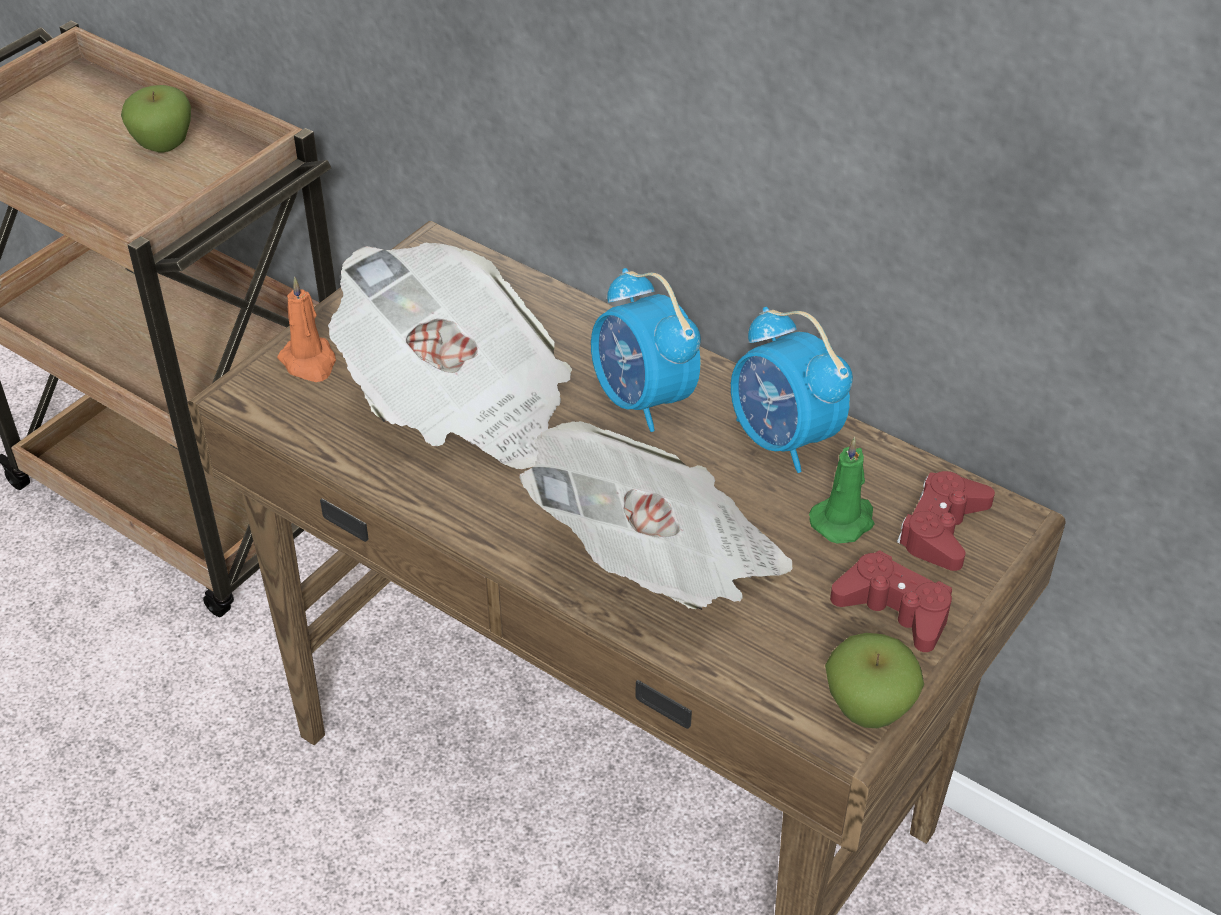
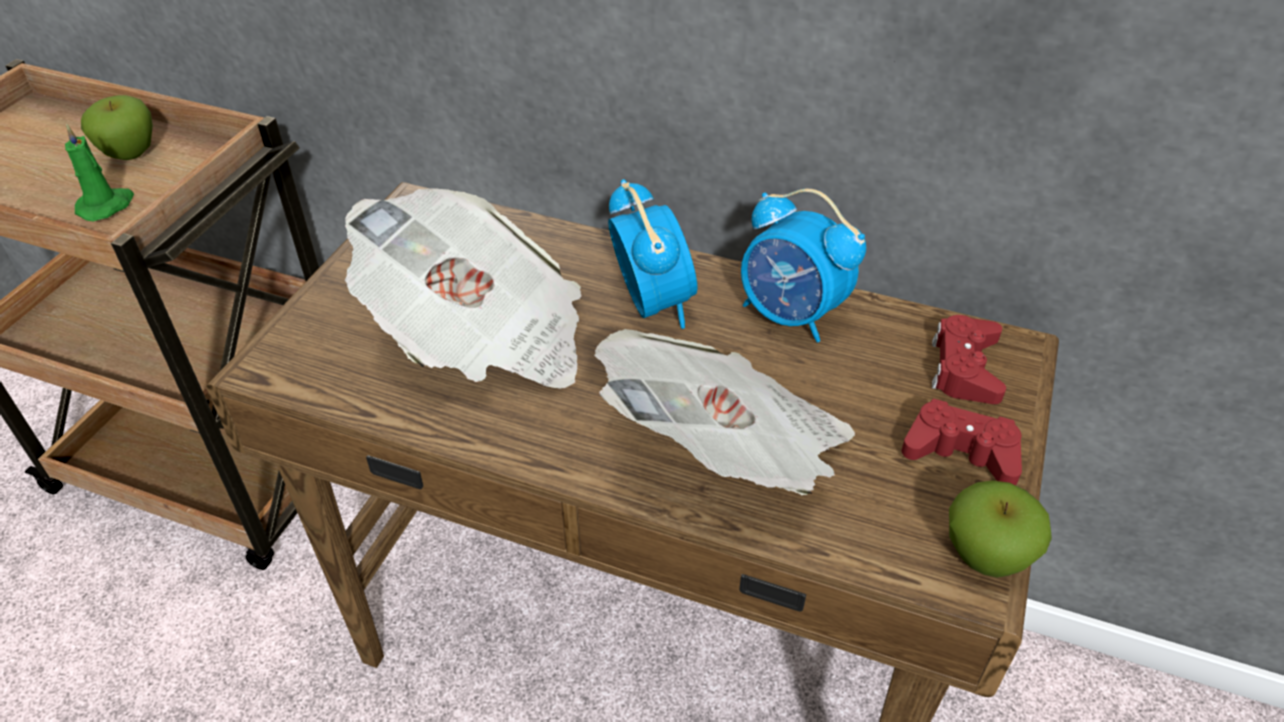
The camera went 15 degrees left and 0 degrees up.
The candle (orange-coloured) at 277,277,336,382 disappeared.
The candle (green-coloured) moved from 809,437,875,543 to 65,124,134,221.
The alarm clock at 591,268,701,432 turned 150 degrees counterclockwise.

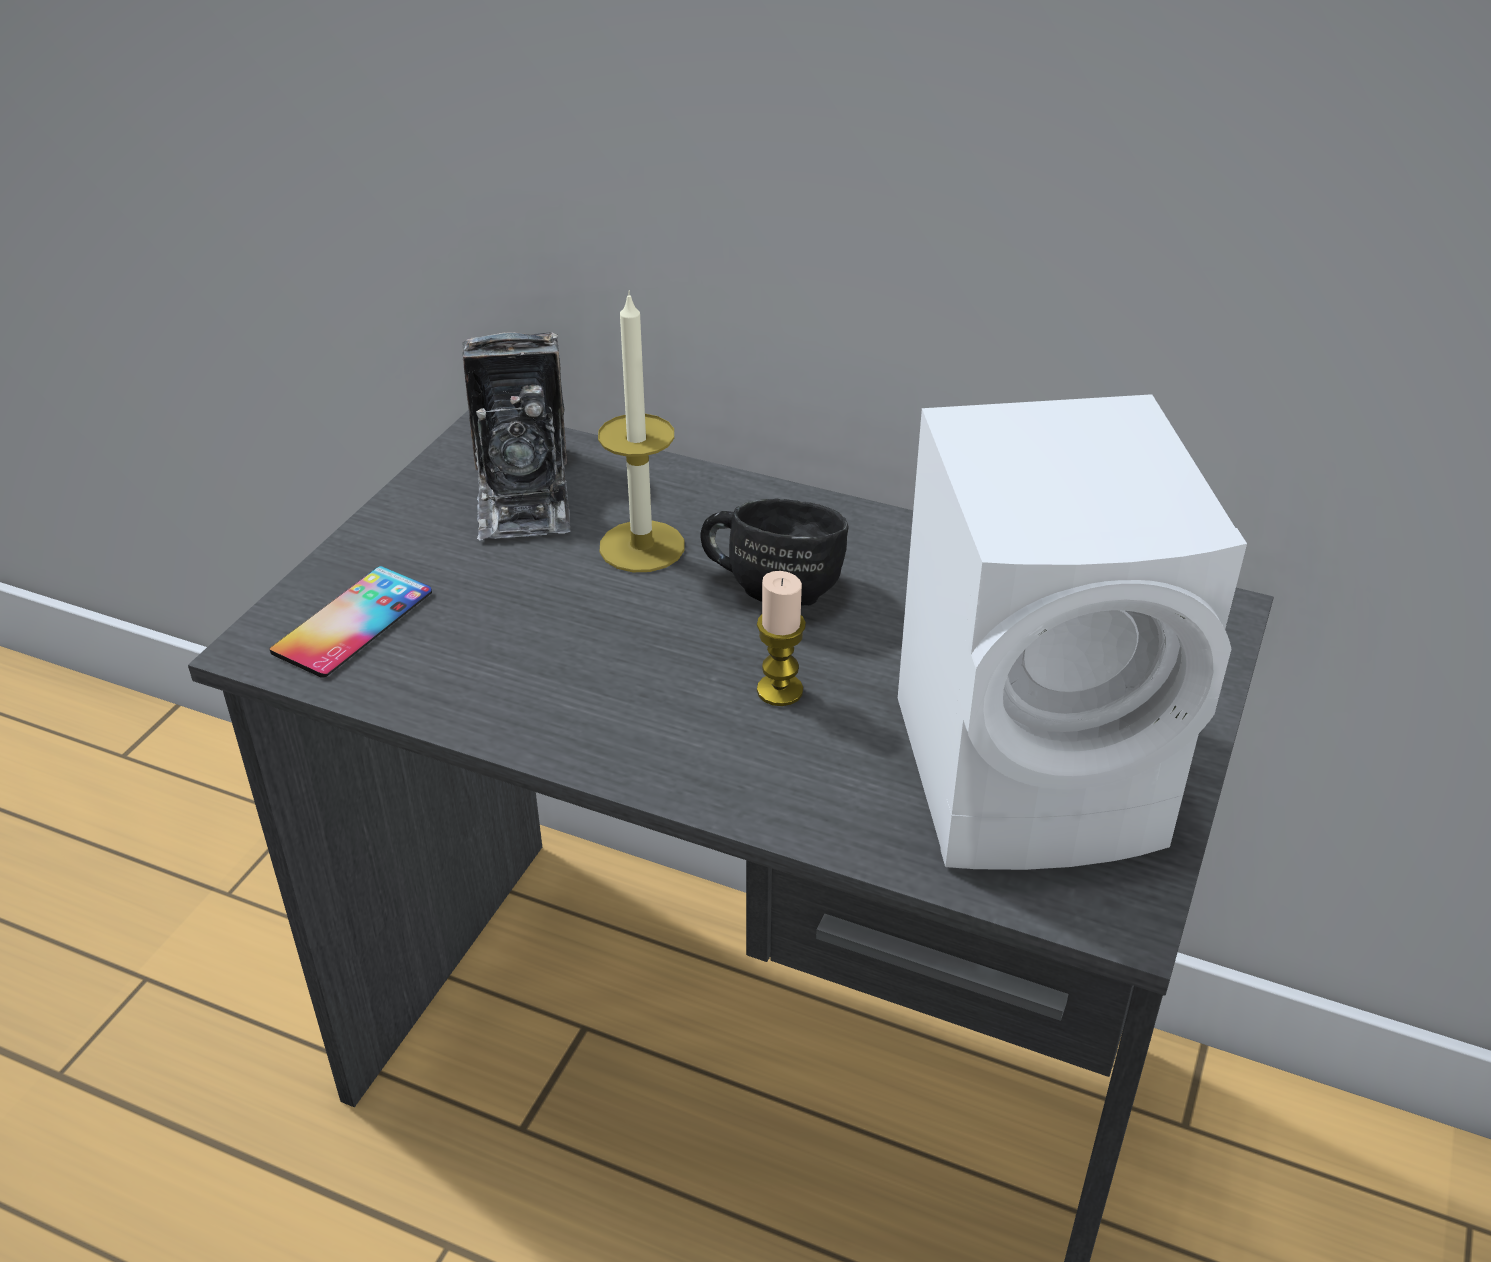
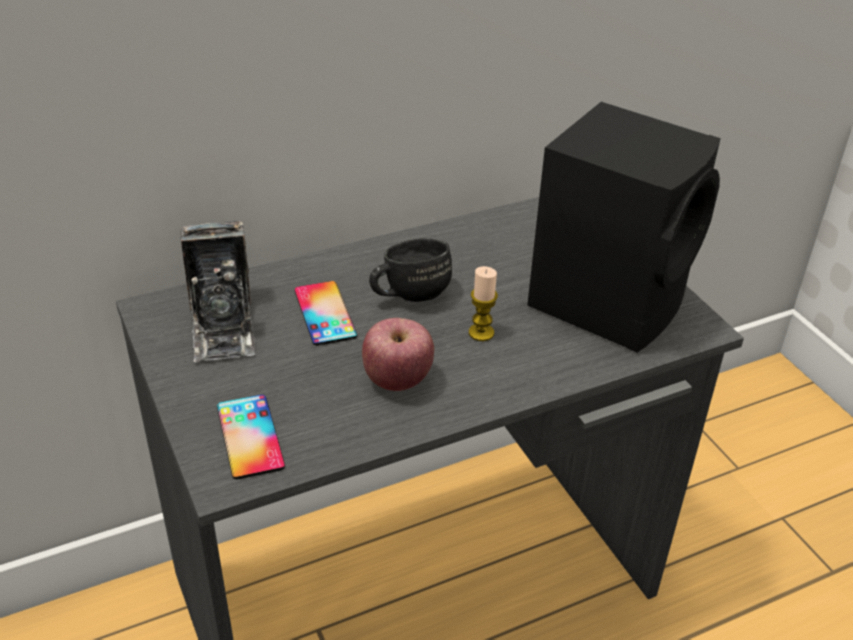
The camera went 50 degrees left and 0 degrees up.
The apple fruit at 362,318,434,391 appeared.
The candle at 598,291,685,572 was replaced by the telephone at 294,281,357,346.
The speaker (white) at 898,394,1247,870 became the speaker (black-coloured) at 527,102,721,353.
The photo camera at 463,332,570,541 turned 45 degrees clockwise.

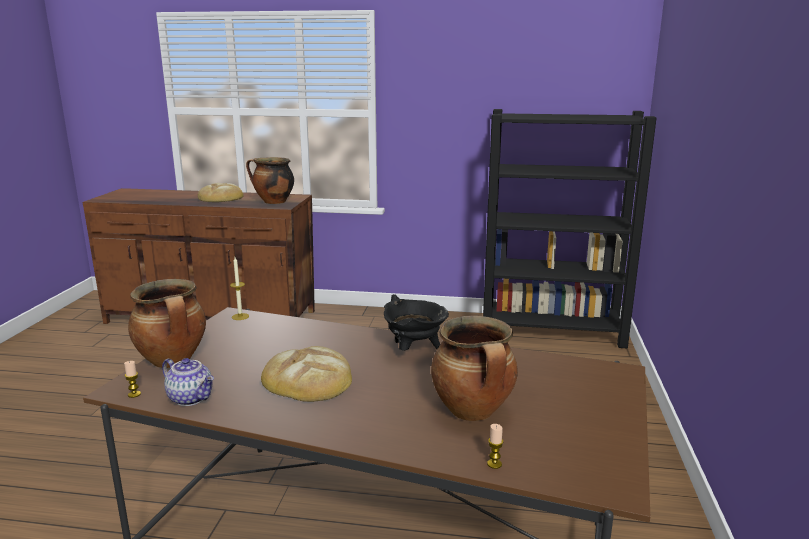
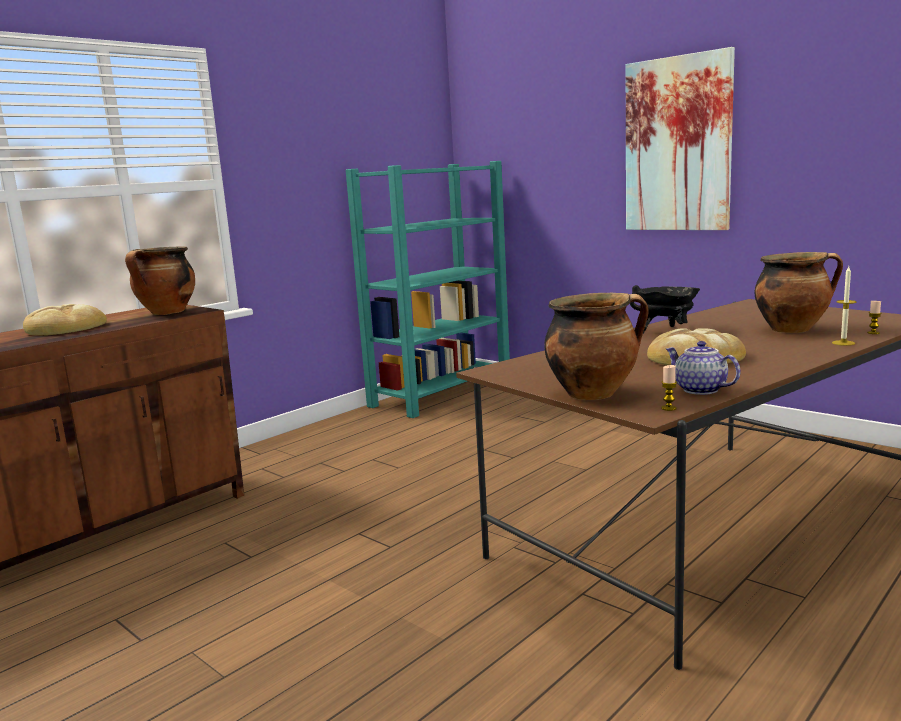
The camera went 55 degrees left and 5 degrees down.
The picture at 626,47,735,230 appeared.
The candle moved from 230,257,249,320 to 832,267,856,346.
The bookcase (black-coloured) at 483,109,657,348 became the bookcase (blue-green) at 346,161,510,418.
The tea pot at 162,358,214,406 turned 105 degrees counterclockwise.

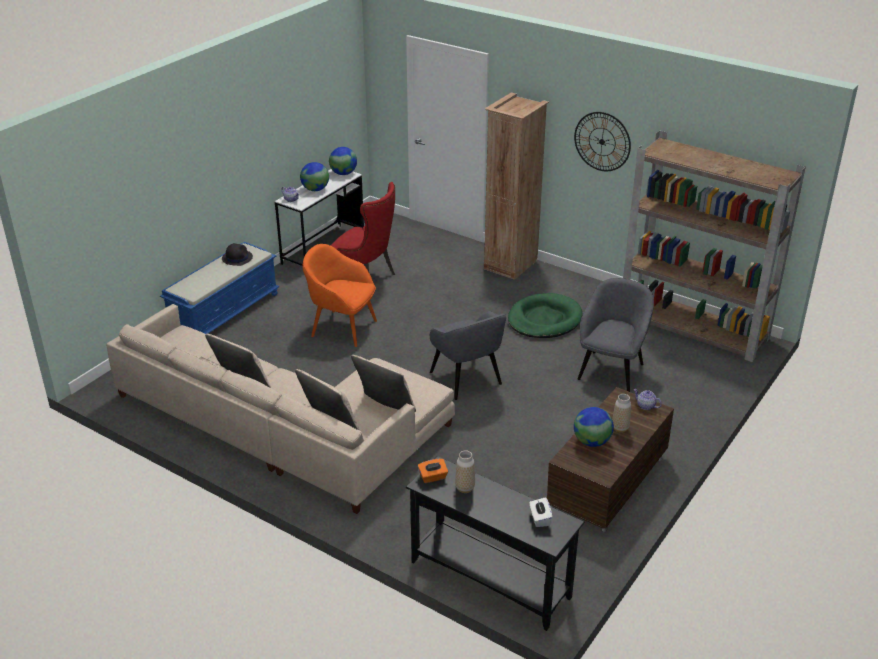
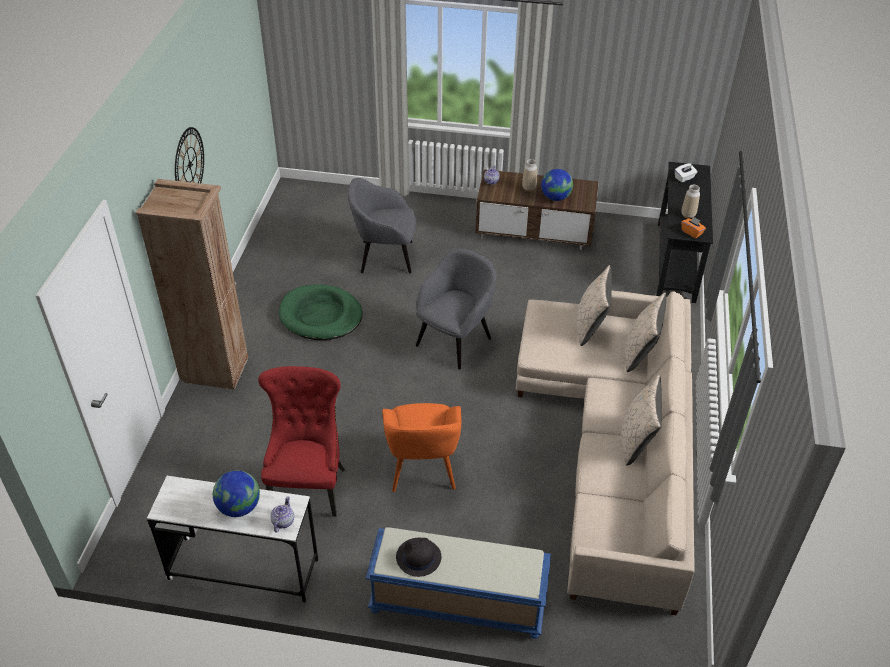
The camera went 115 degrees left and 10 degrees up.
The desk globe at 329,147,357,175 disappeared.
The bookcase (brown-coloured) at 623,131,806,362 disappeared.

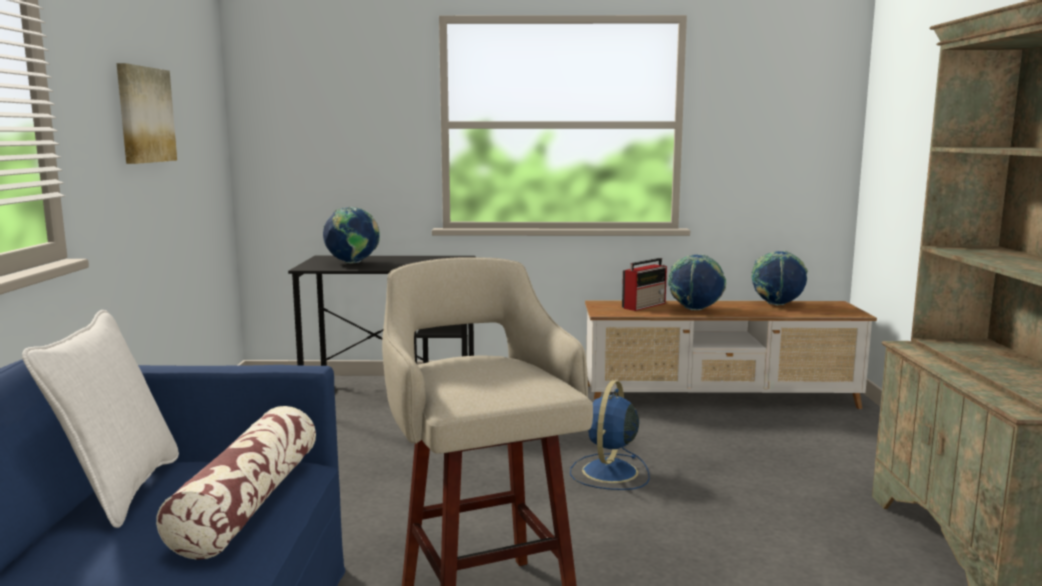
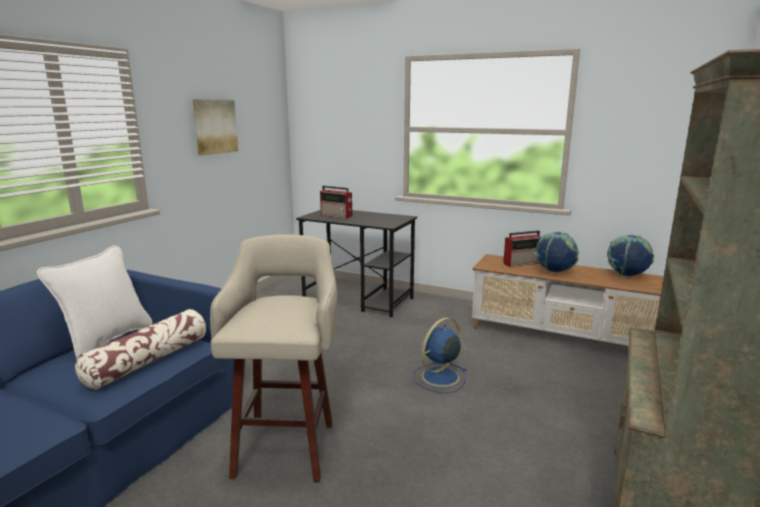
The camera went 25 degrees right and 5 degrees up.
The desk globe at 323,207,380,264 was replaced by the radio at 320,186,352,219.

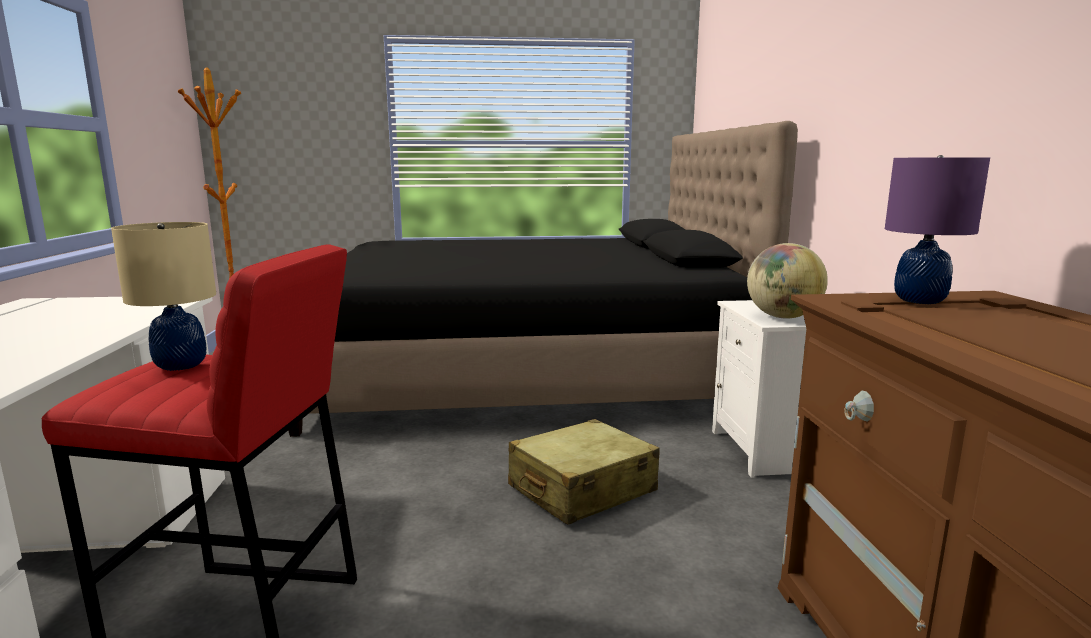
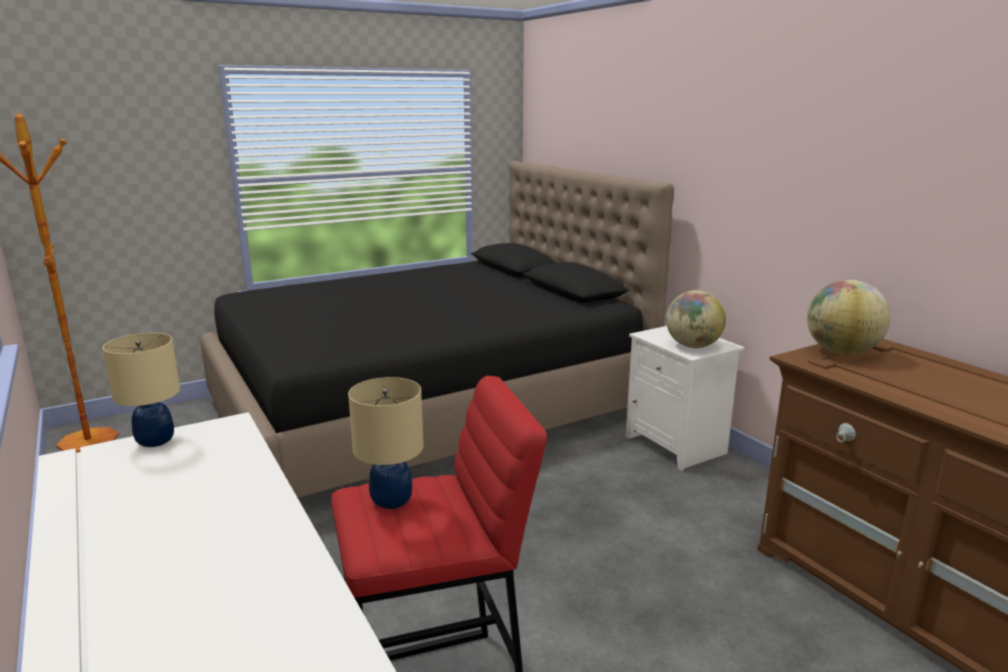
The camera went 25 degrees left and 5 degrees up.
The suitcase (beige-coloured) at 508,419,660,525 disappeared.
The tabletop lamp (beige-coloured) at 103,333,180,447 appeared.
The tabletop lamp (purplish) at 885,155,990,304 was replaced by the desk globe at 807,280,891,355.

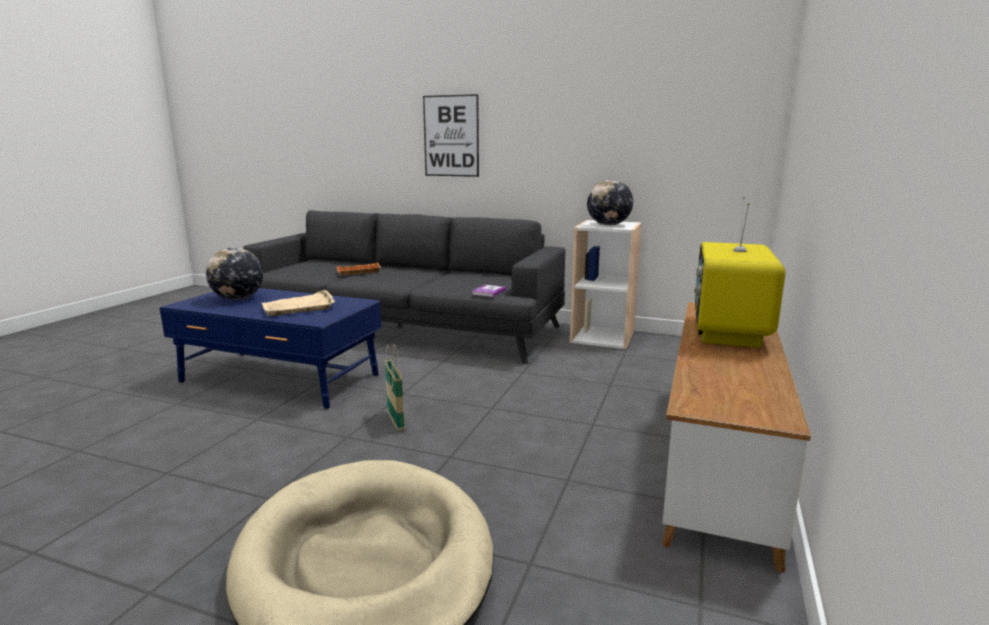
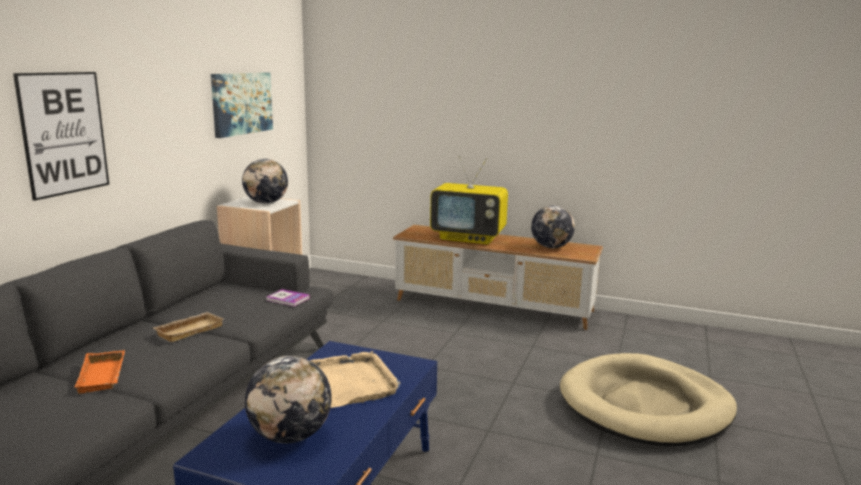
The camera went 90 degrees left and 0 degrees up.
The storage basket at 385,344,405,431 disappeared.
The serving tray (beige-coloured) at 154,312,223,342 appeared.
The picture at 211,72,273,138 appeared.
The desk globe at 531,205,575,248 appeared.

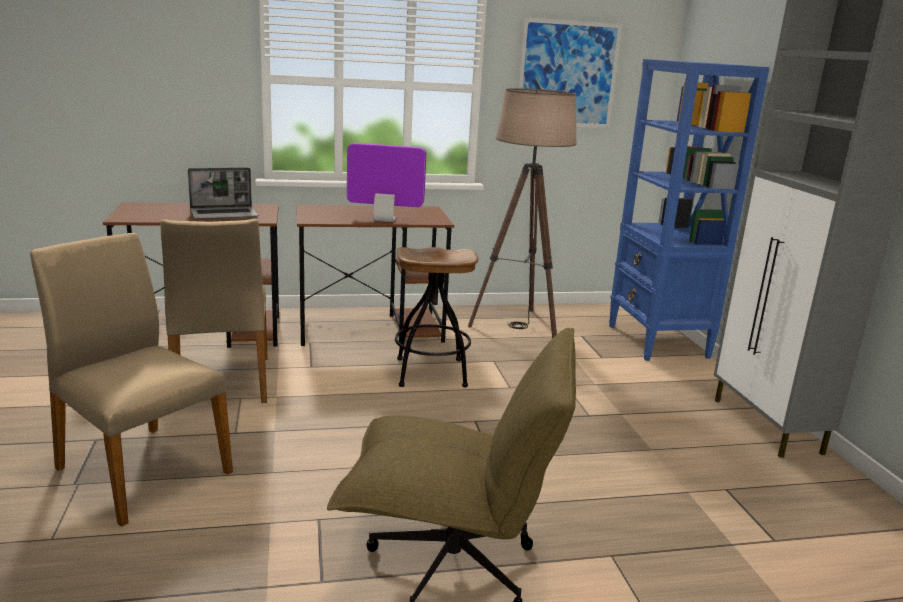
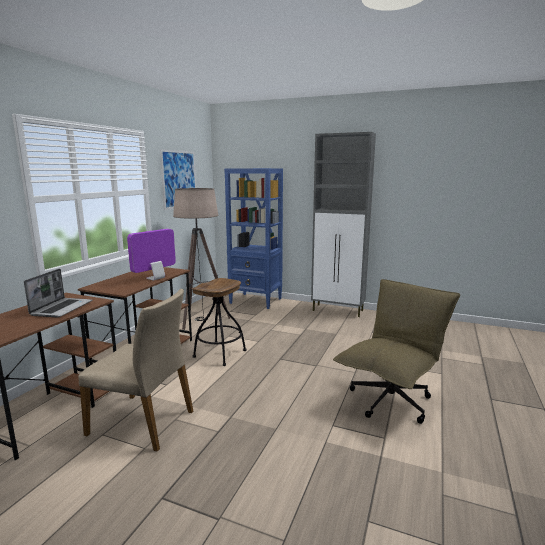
The camera went 55 degrees left and 5 degrees down.
The chair (beige-coloured) at 30,233,233,527 disappeared.

